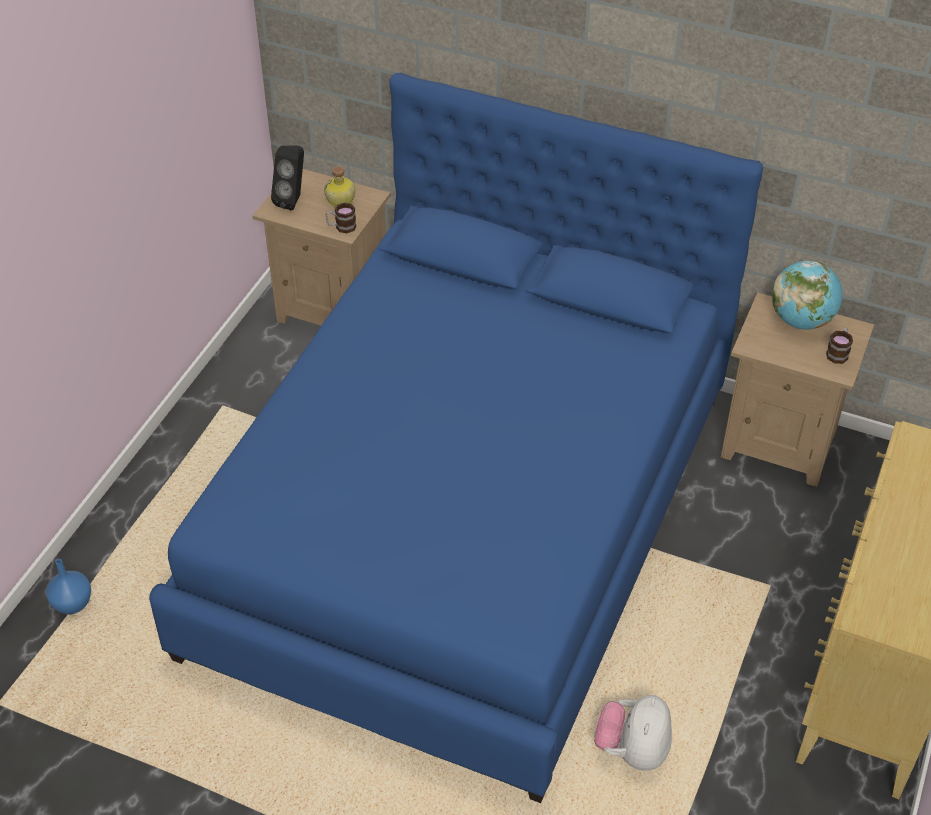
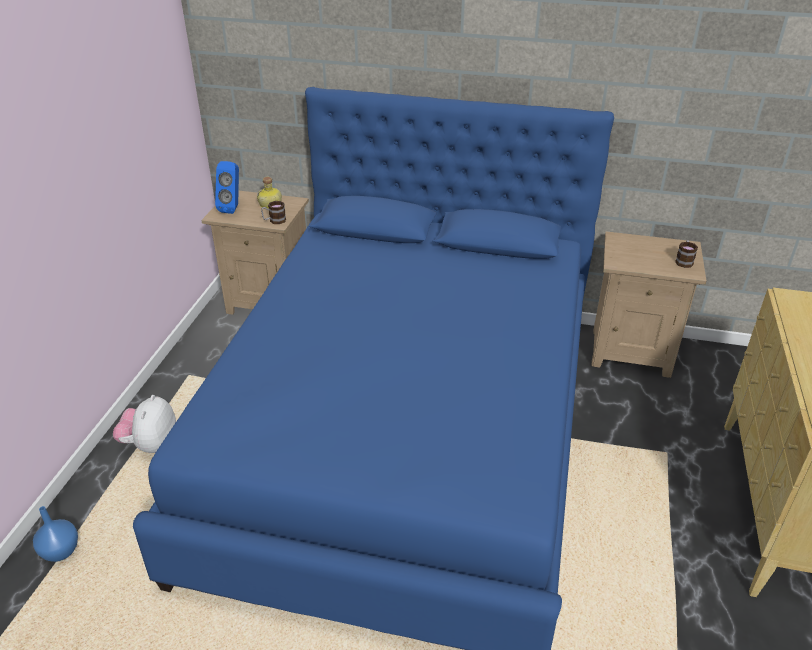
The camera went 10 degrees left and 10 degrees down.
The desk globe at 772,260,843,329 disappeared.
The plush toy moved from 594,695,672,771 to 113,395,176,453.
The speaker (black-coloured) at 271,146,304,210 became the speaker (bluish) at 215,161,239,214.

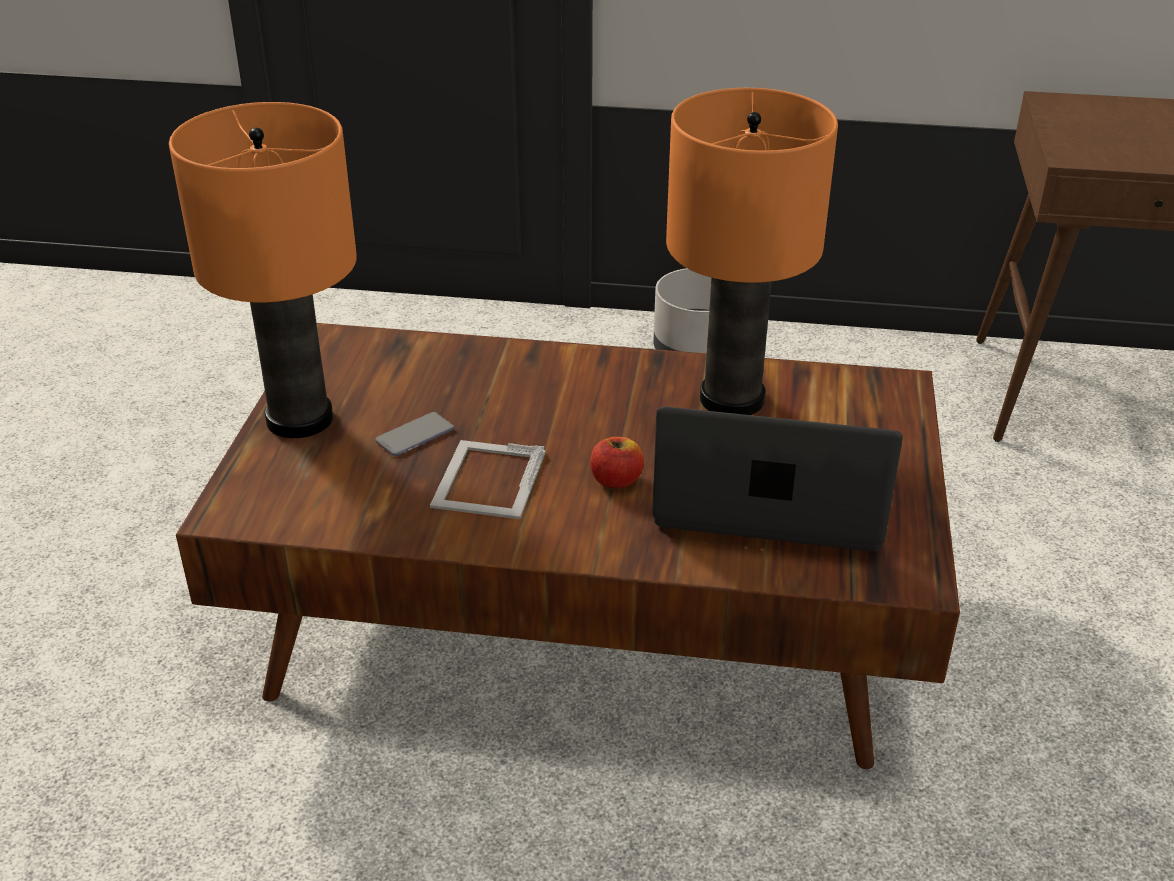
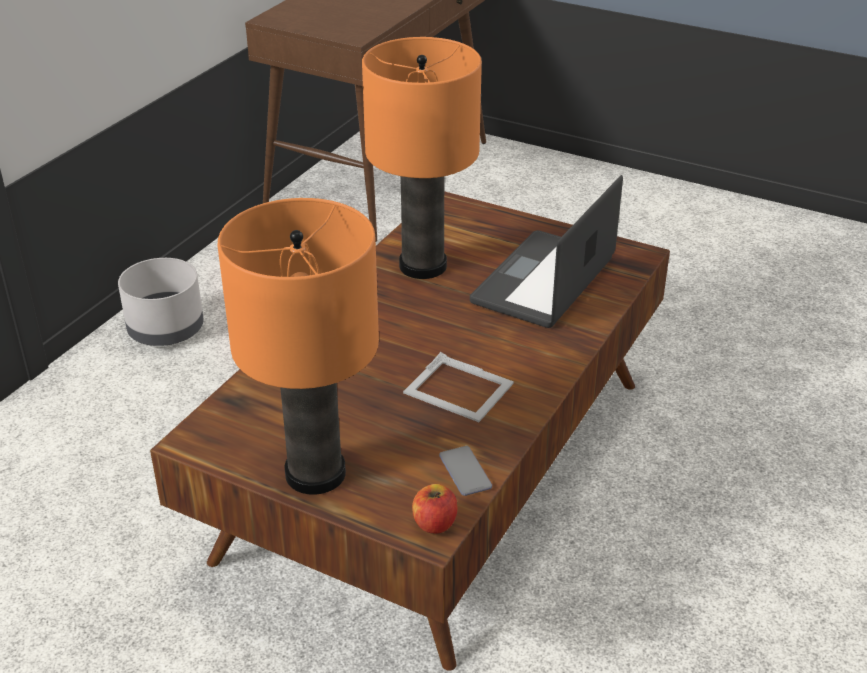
The camera went 70 degrees left and 0 degrees up.
The telephone moved from 375,412,454,456 to 439,446,492,496.
The apple fruit moved from 590,437,644,488 to 412,484,457,534.

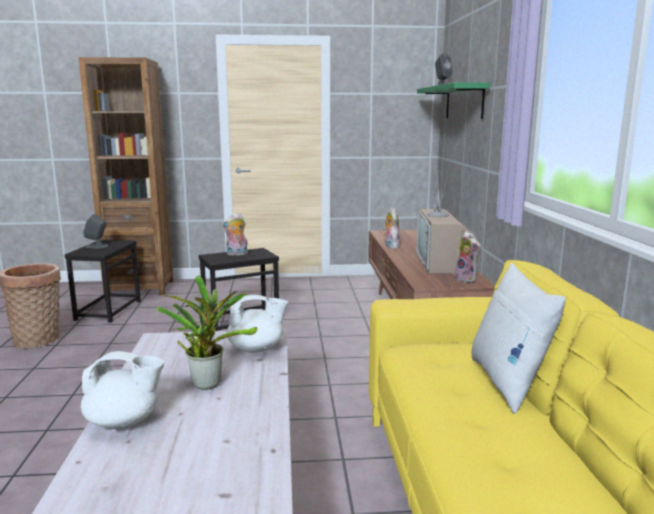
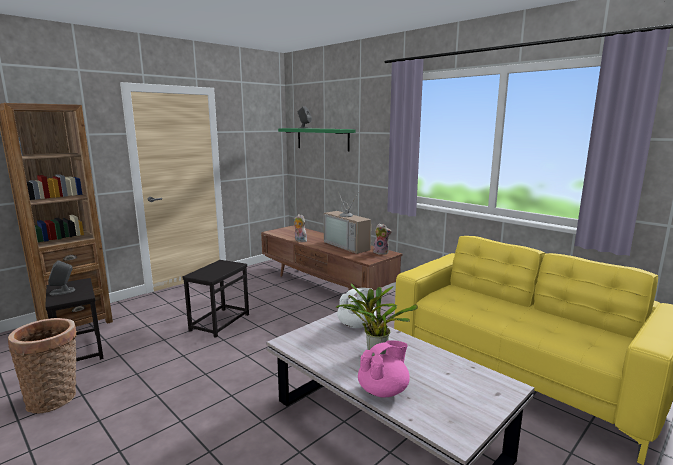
The camera went 40 degrees left and 0 degrees up.
The plush toy at 221,213,248,256 disappeared.
The throw pillow (gray) at 472,263,566,414 disappeared.
The tea pot (white) at 81,351,164,429 became the tea pot (pinkish) at 358,340,410,397.

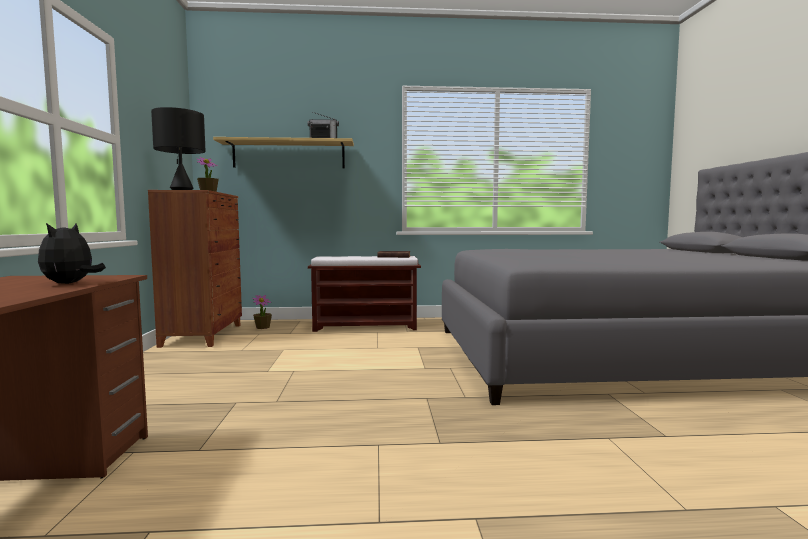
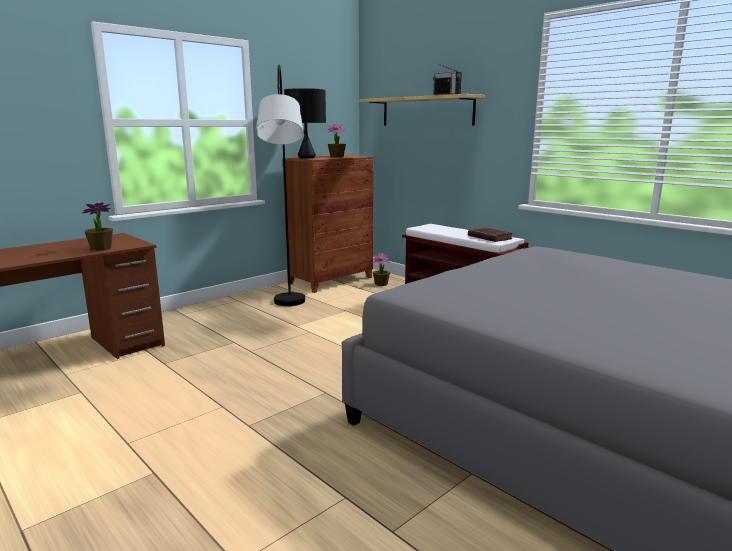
The camera went 50 degrees right and 10 degrees up.
The standard lamp (gray) at 256,65,305,306 appeared.
The plush toy at 38,223,106,284 was replaced by the houseplant at 82,202,113,251.

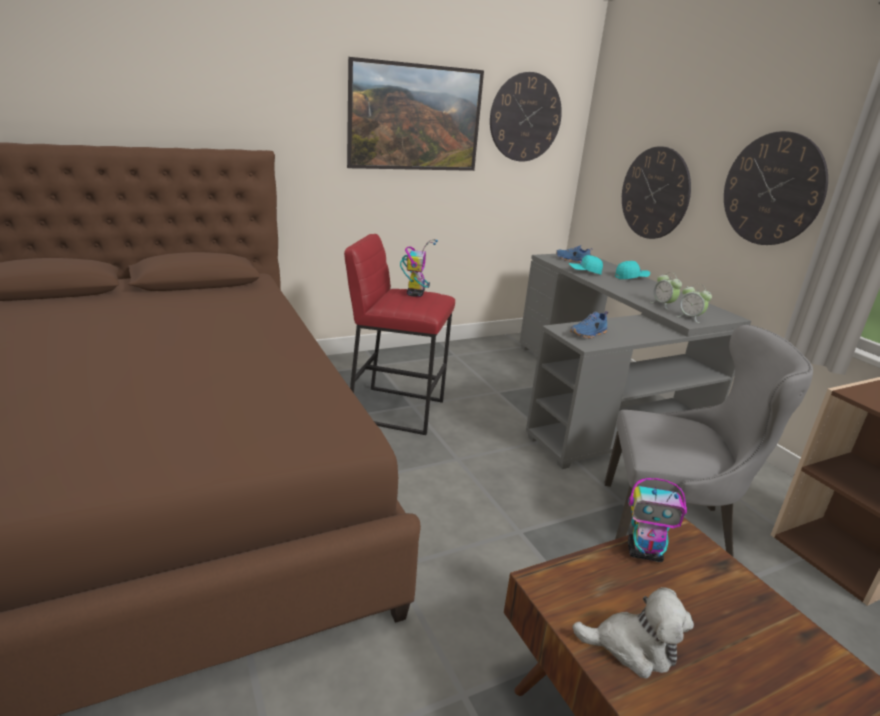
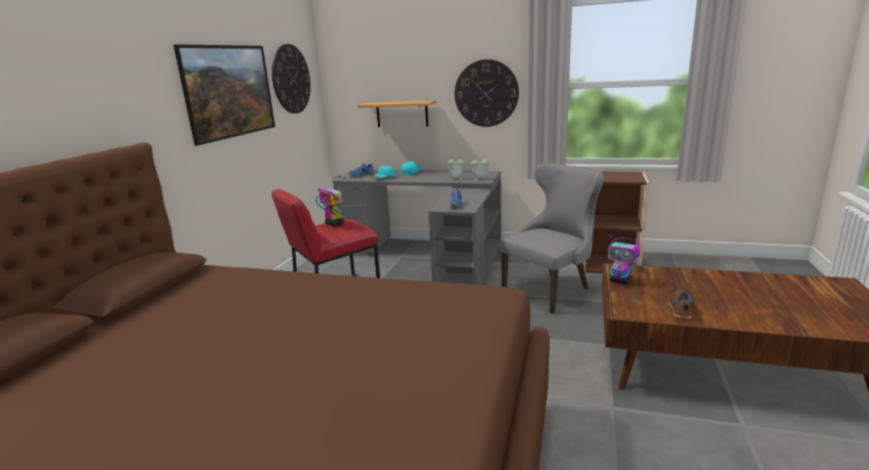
The camera went 45 degrees left and 5 degrees down.
The plush toy at 573,587,694,679 was replaced by the low shoe (brown-coloured) at 669,290,692,319.
The hanging clock at 622,146,691,239 was replaced by the bracket shelf at 357,101,436,127.
The toy robot at 628,478,687,562 turned 75 degrees clockwise.

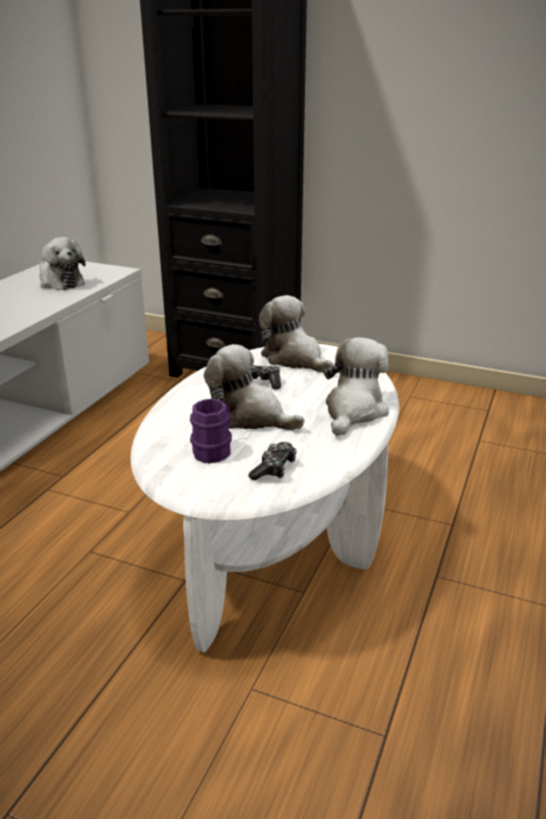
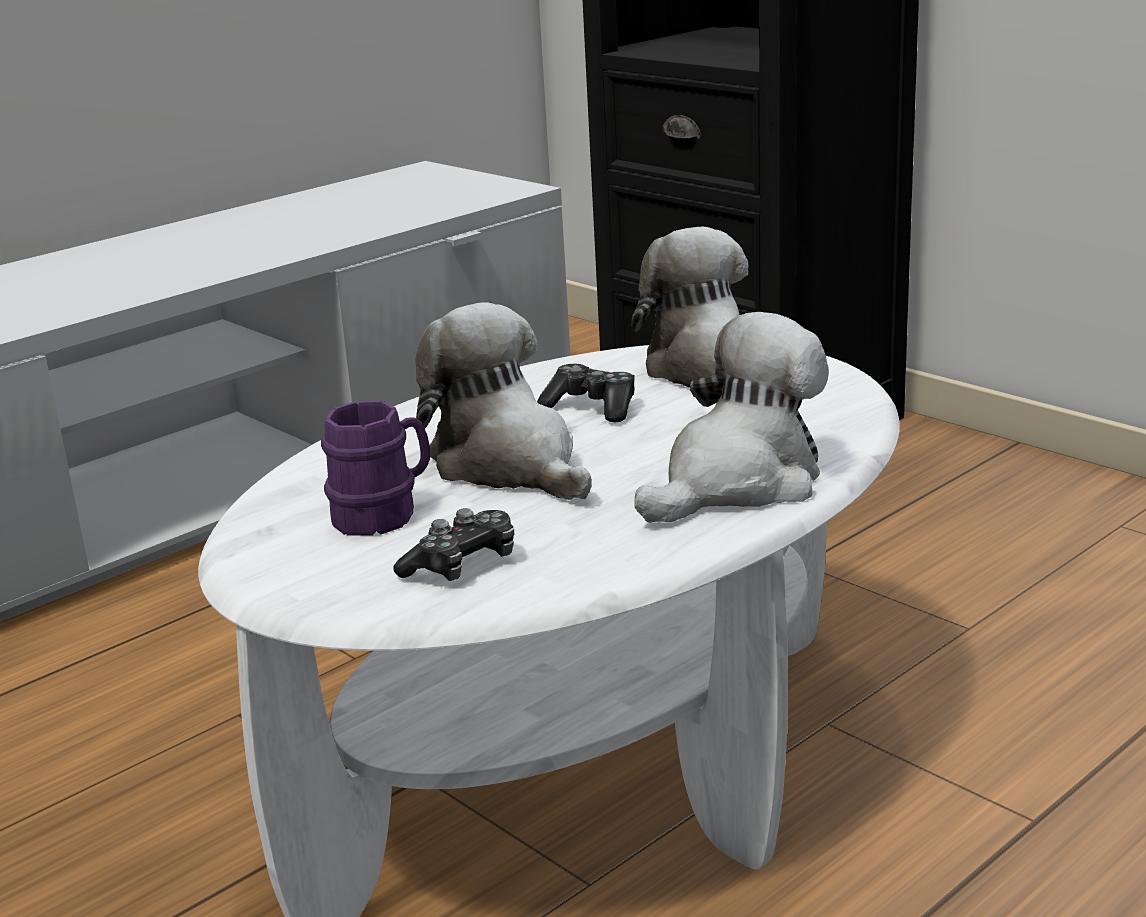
The camera went 25 degrees right and 5 degrees down.
The plush toy at 39,237,86,290 disappeared.

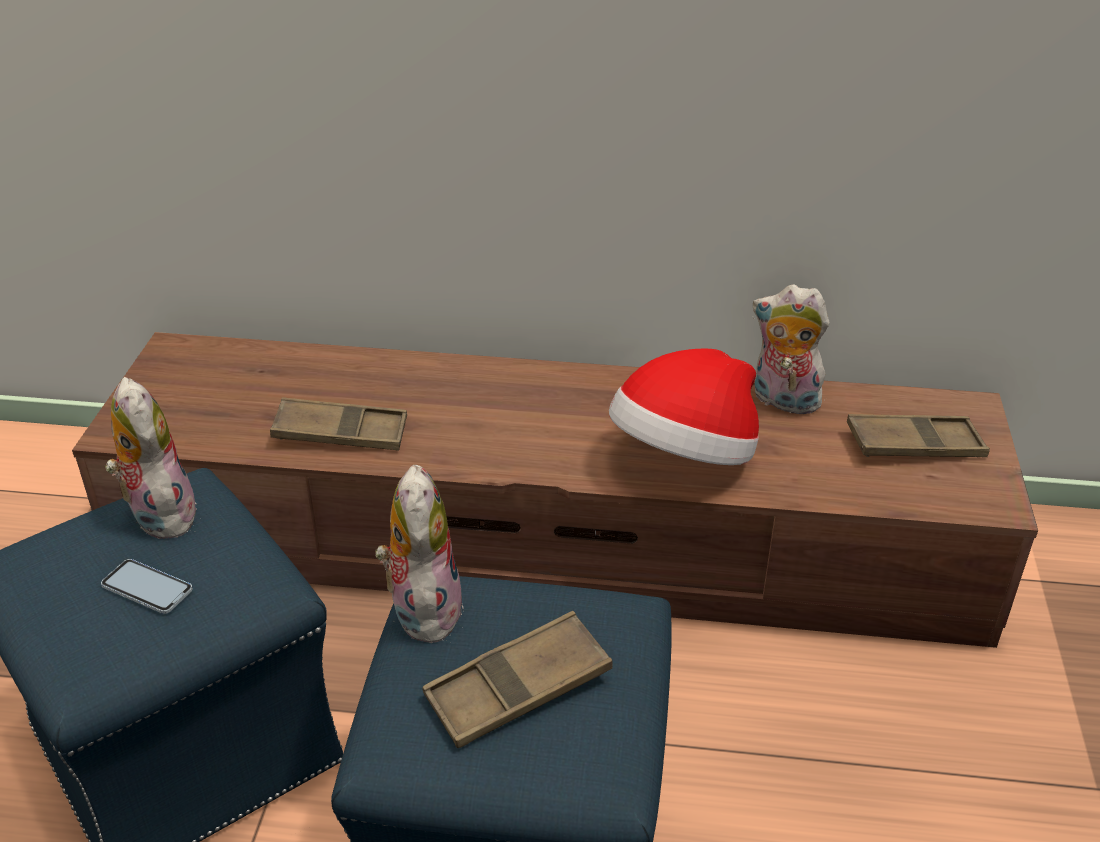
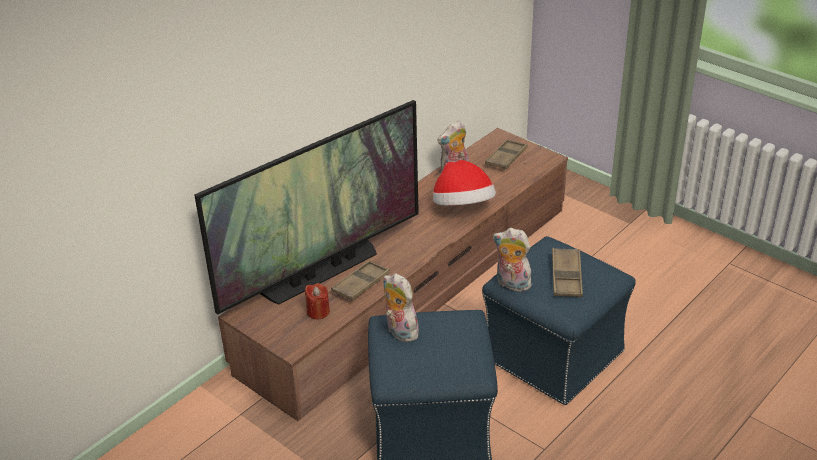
The camera went 55 degrees left and 0 degrees up.
The telephone at 101,559,193,614 disappeared.
The TV at 194,100,419,315 appeared.
The candle (red) at 305,283,330,319 appeared.
The plush toy at 105,377,197,539 turned 45 degrees clockwise.

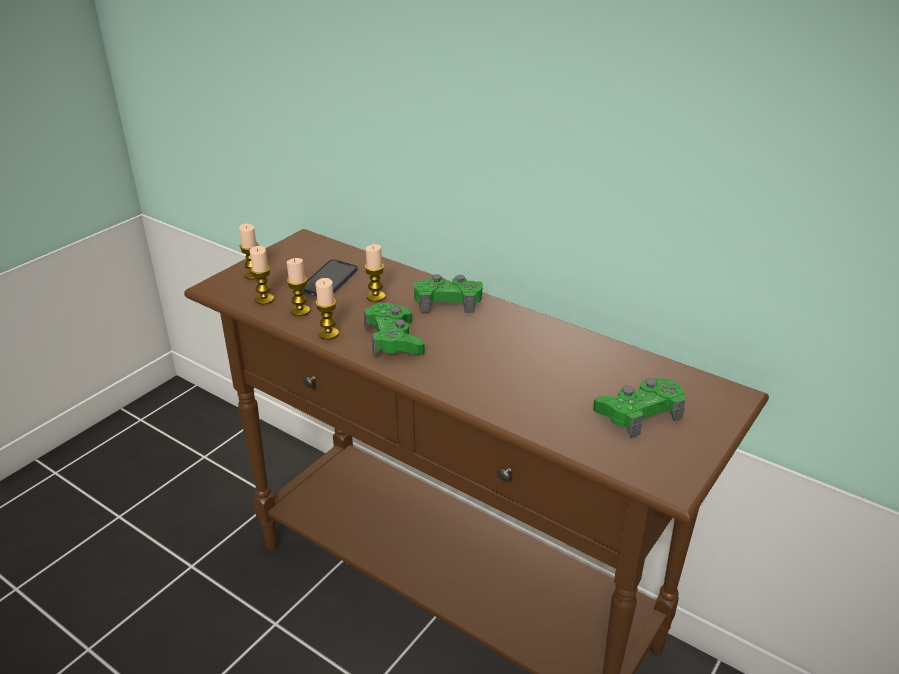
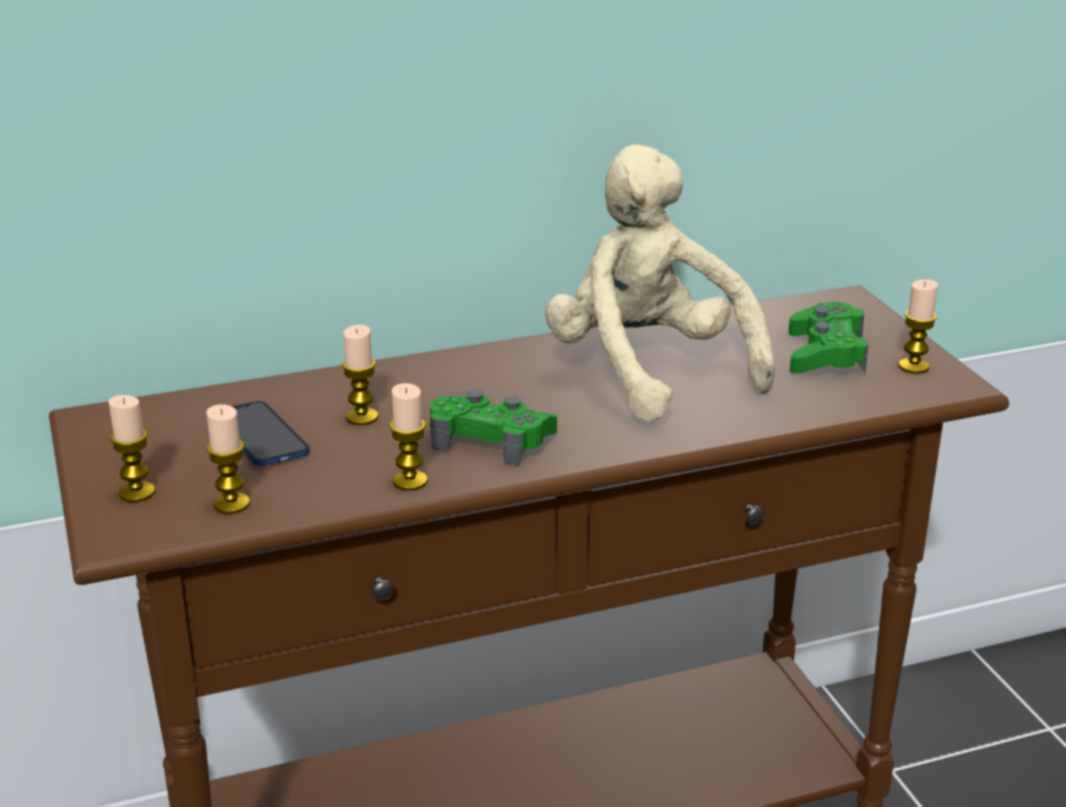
The camera went 55 degrees left and 5 degrees down.
The gamepad (green-coloured) at 414,274,483,313 disappeared.
The plush toy (beige-coloured) at 545,144,776,422 appeared.
The candle moved from 287,258,310,316 to 898,279,938,374.

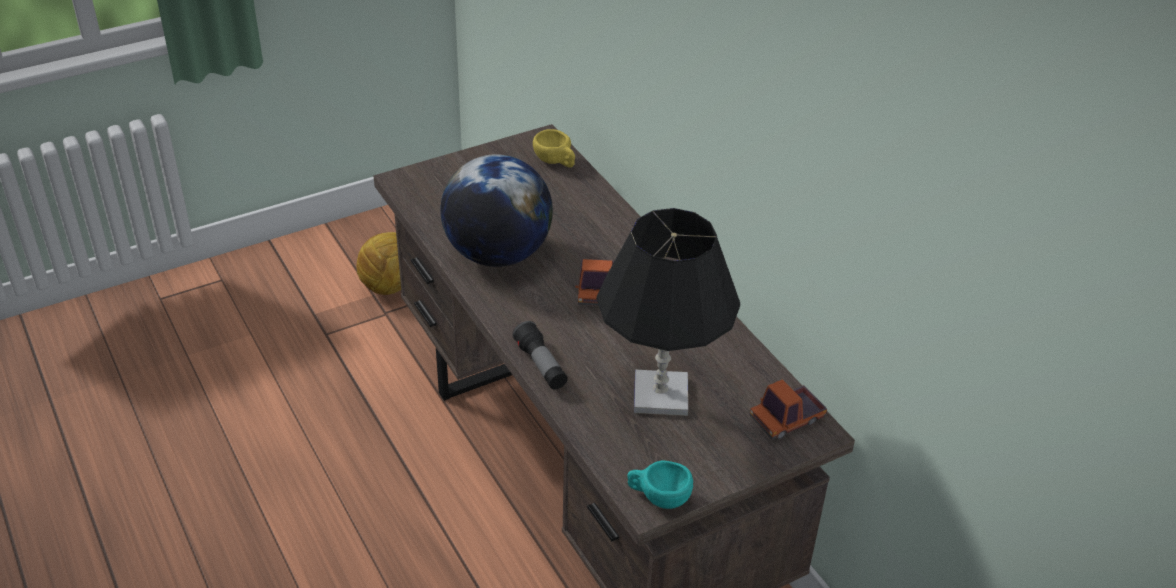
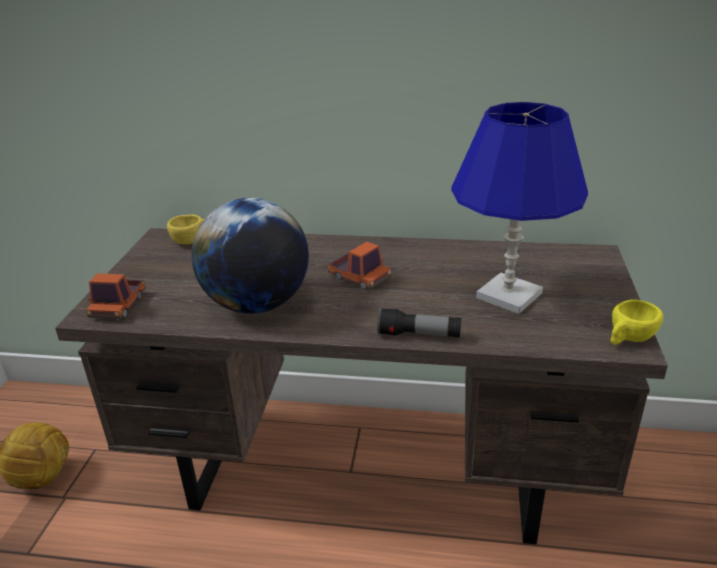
The camera went 50 degrees left and 10 degrees down.
The model truck moved from 750,379,827,440 to 86,273,146,319.
The tabletop lamp (black-coloured) at 596,208,740,416 became the tabletop lamp (bluish) at 451,102,588,314.
The small cup (blue-green) at 628,460,693,509 became the small cup (yellow-coloured) at 611,299,663,345.

